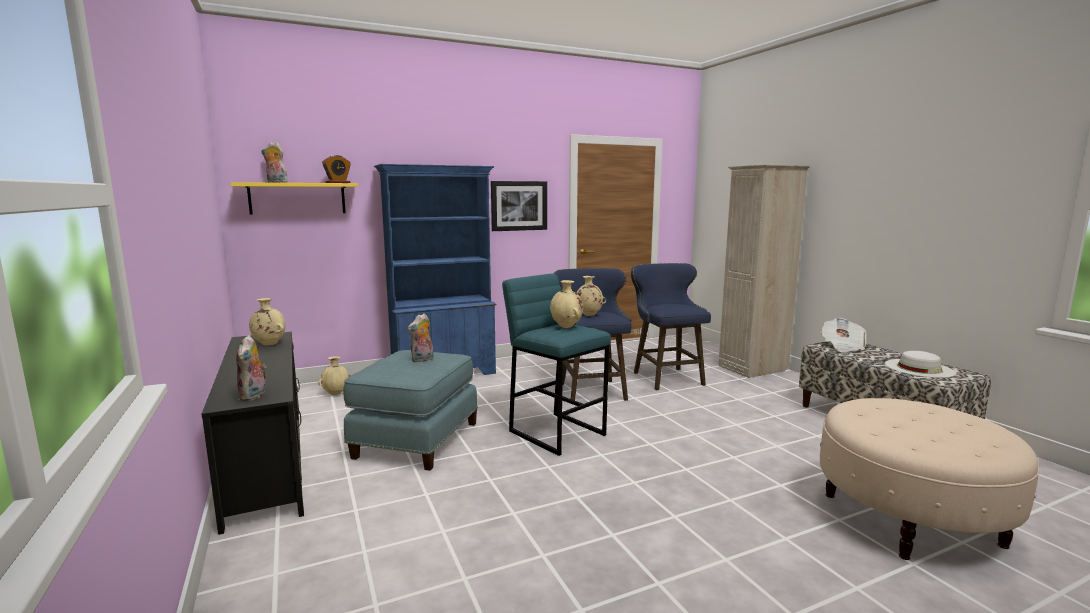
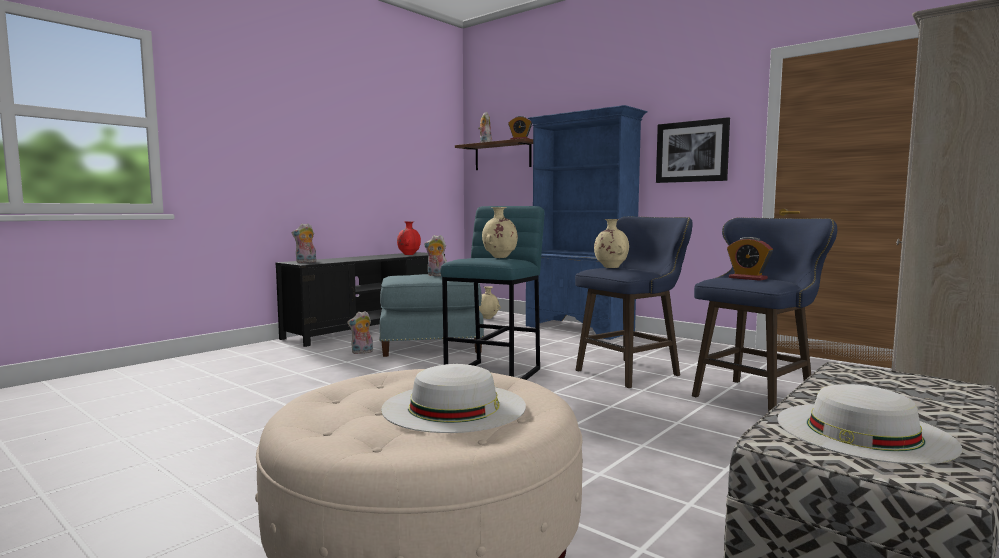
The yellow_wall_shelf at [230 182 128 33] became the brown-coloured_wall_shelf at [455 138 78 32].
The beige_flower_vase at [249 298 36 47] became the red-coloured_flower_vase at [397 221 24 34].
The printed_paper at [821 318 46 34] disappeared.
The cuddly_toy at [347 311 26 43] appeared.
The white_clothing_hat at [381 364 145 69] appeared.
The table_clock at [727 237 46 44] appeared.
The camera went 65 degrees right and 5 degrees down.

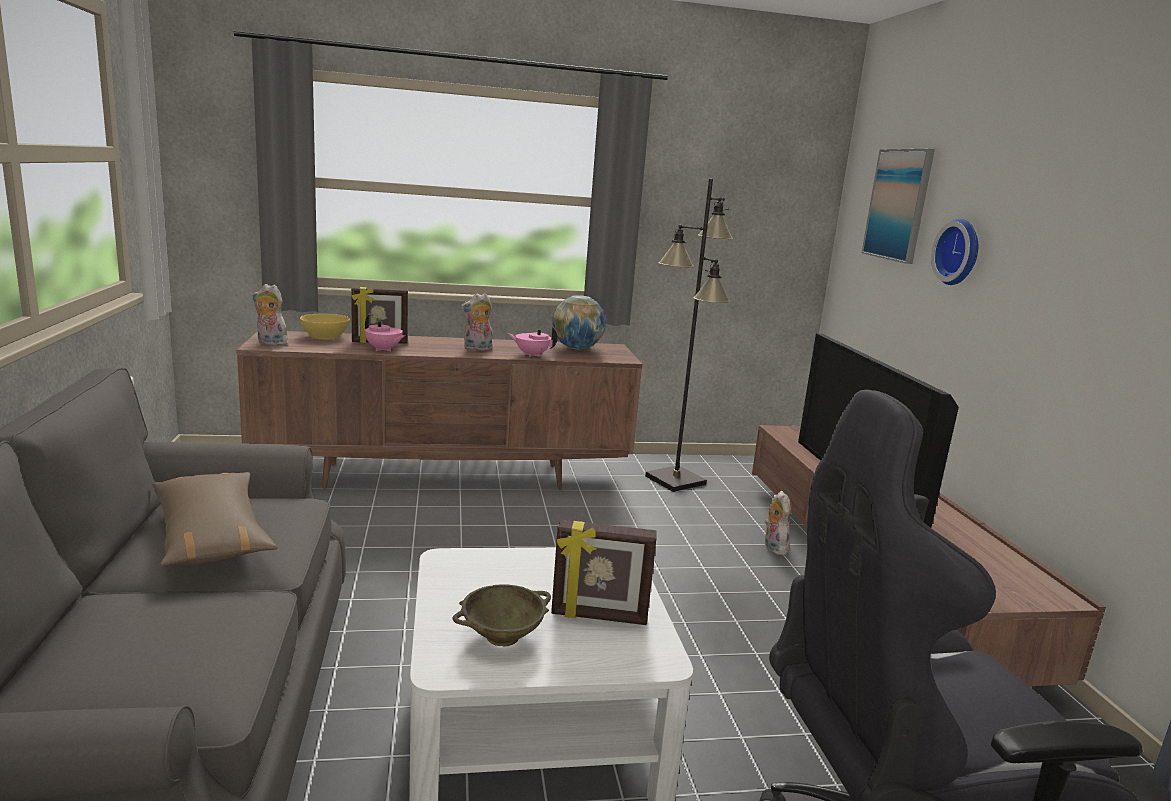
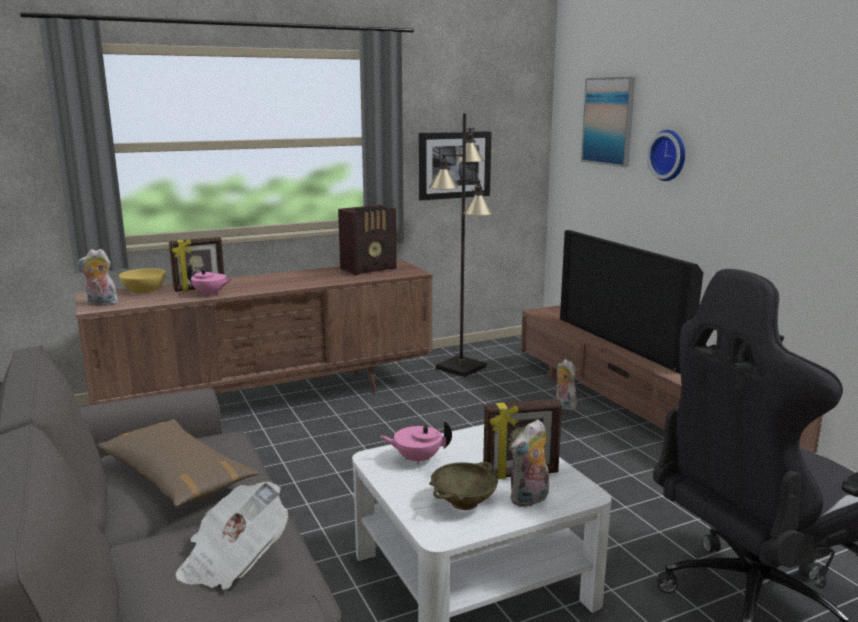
The cuddly_toy moved from [461 293 32 58] to [510 419 39 88].
The pink_tea_pot moved from [507 327 51 30] to [380 421 72 44].
The globe at [552 295 54 54] was replaced by the radio_receiver at [338 205 59 70].
The printed_paper at [176 482 112 108] appeared.
The wall_picture at [419 131 73 70] appeared.
The camera went 15 degrees left and 0 degrees up.

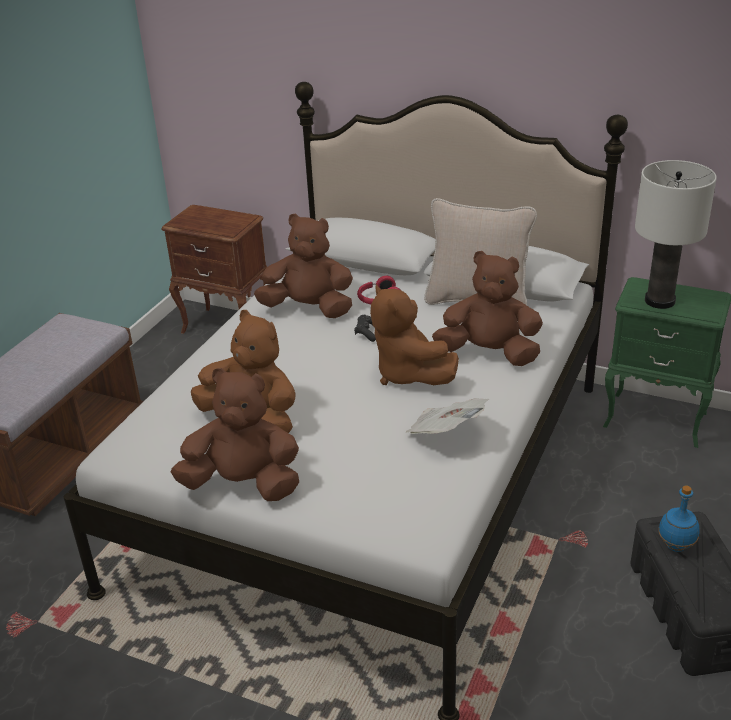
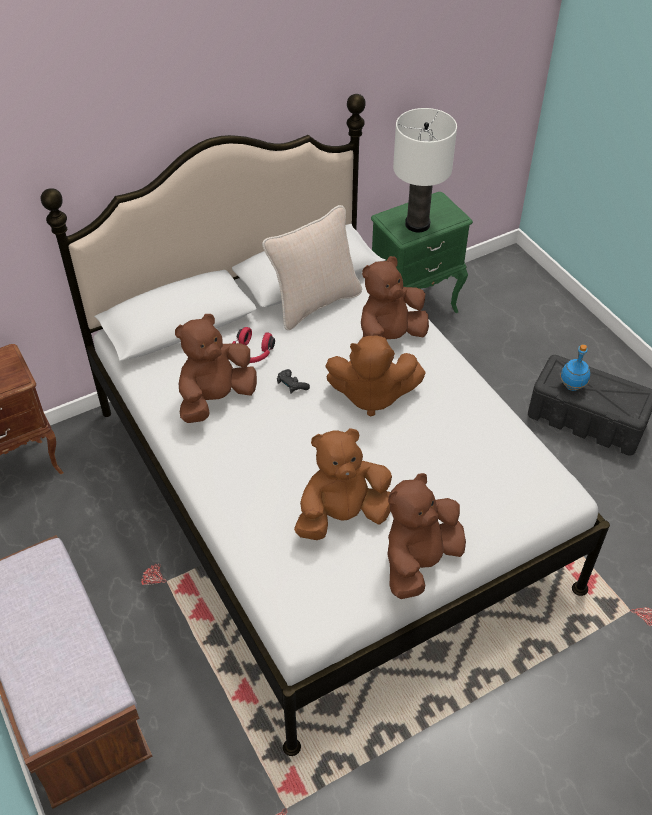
The printed_paper at [405 398 84 36] disappeared.
The camera went 55 degrees left and 15 degrees up.

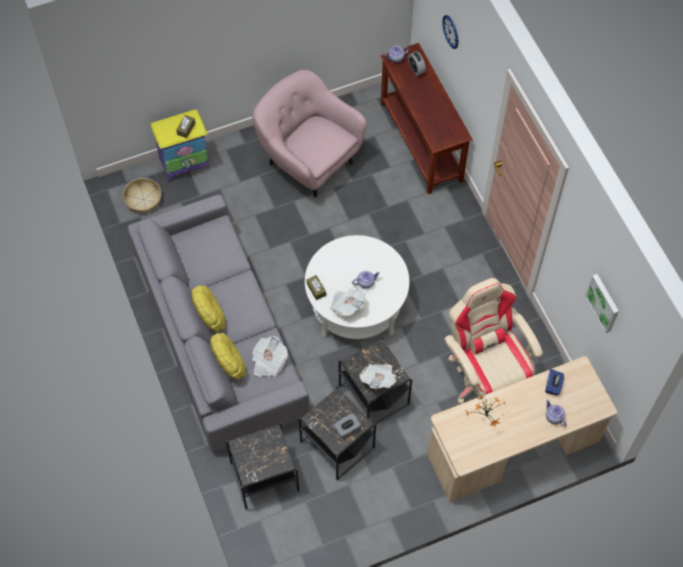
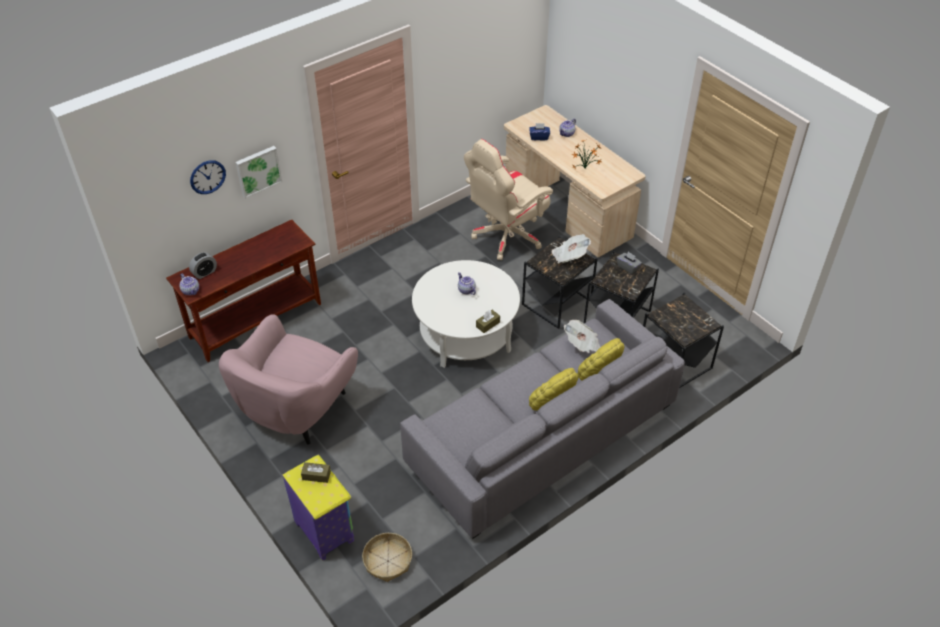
The printed_paper at [330 289 36 27] disappeared.
The wall_picture moved from [585 274 34 59] to [236 146 46 53].
The camera went 105 degrees left and 15 degrees down.

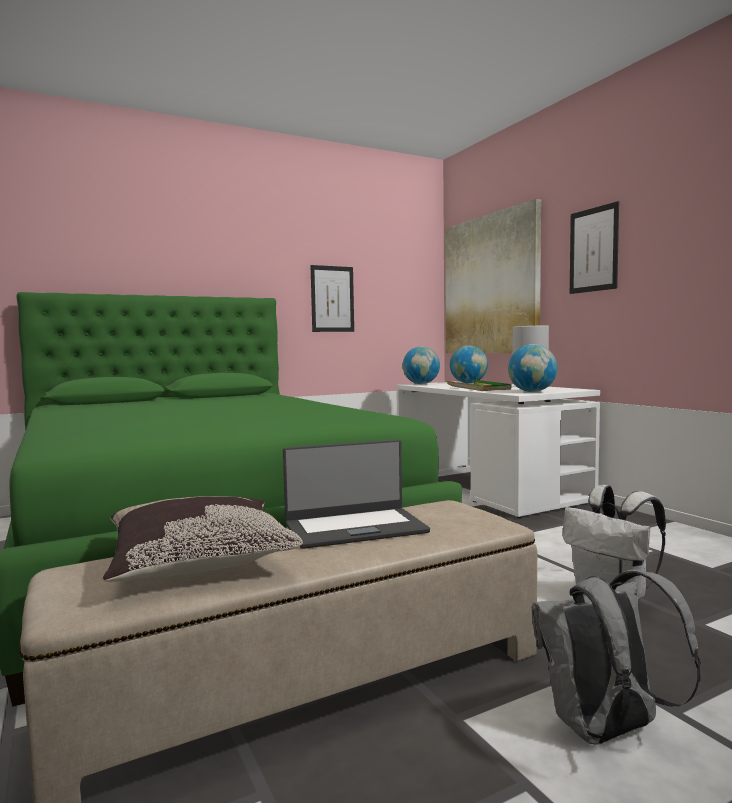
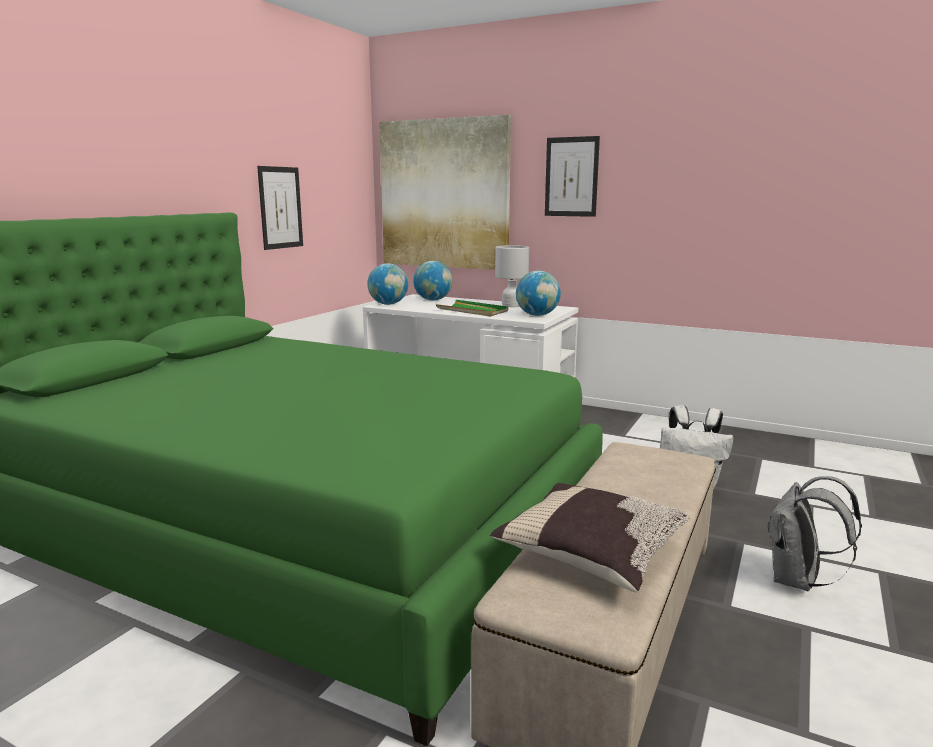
The laptop at [283 439 147 110] disappeared.
The camera went 35 degrees left and 10 degrees up.

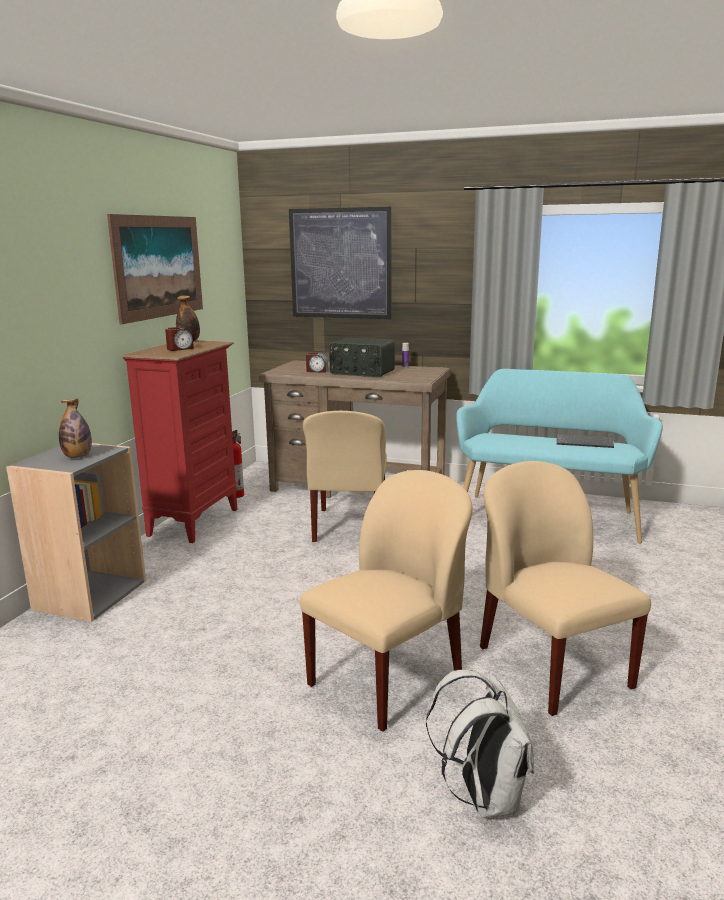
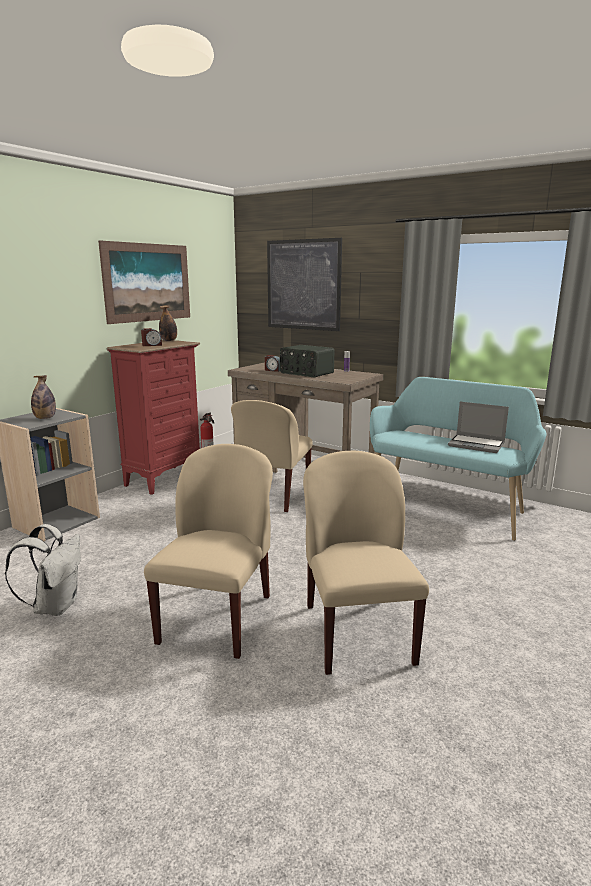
The beige_upright_chair at [300 470 173 261] turned 45 degrees counterclockwise.
The white_rucksack moved from [426 670 108 148] to [5 524 76 92].
The keyboard at [557 434 57 14] was replaced by the laptop at [448 402 61 51].
The camera went 15 degrees right and 0 degrees up.

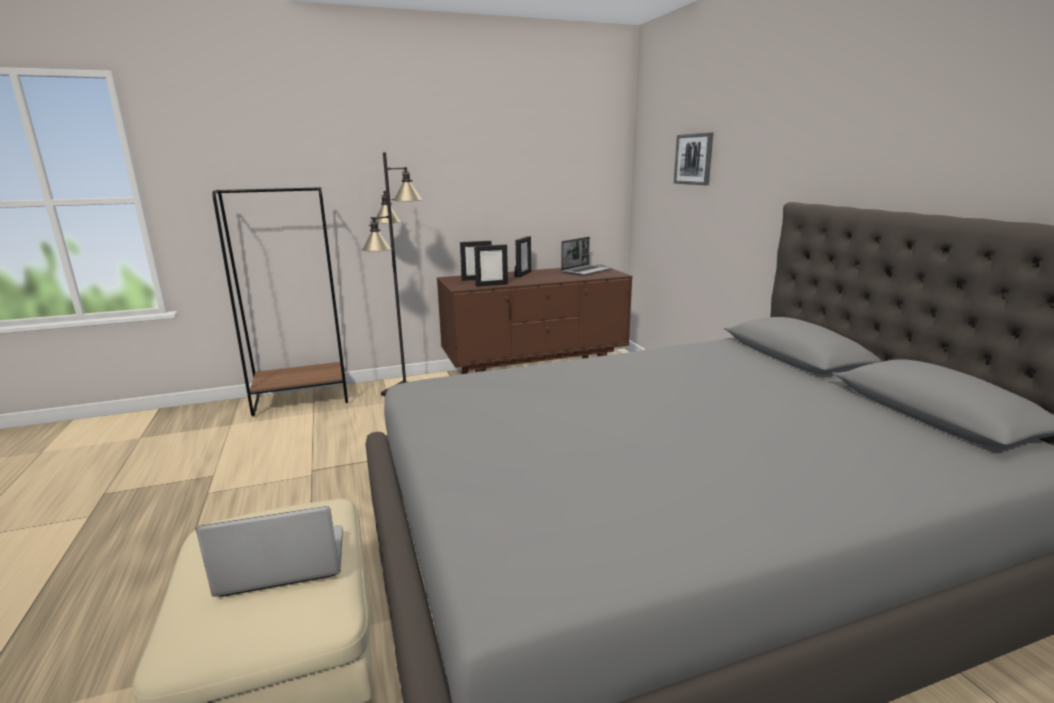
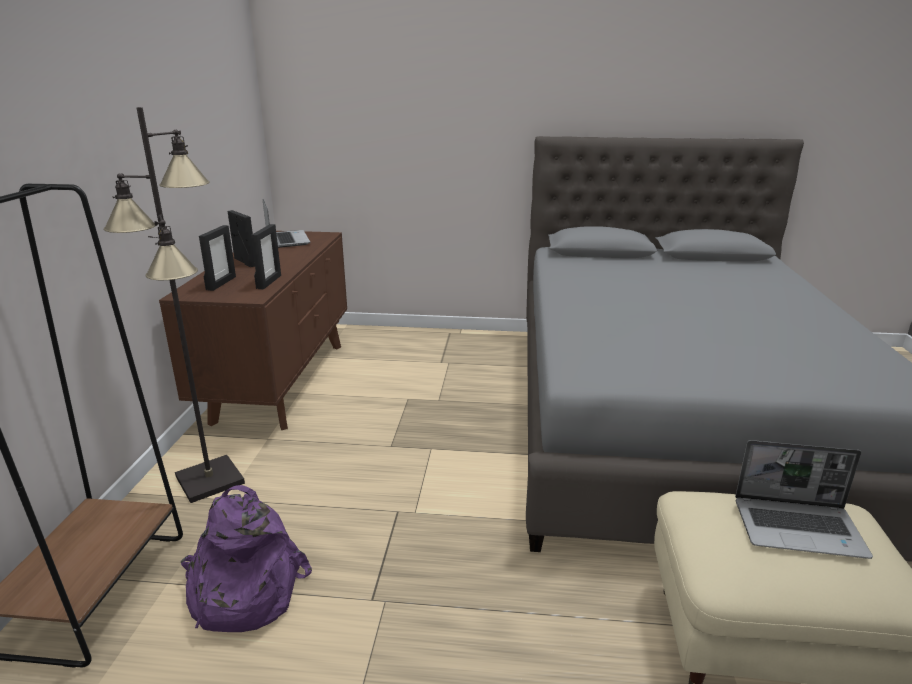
The laptop at [196 506 147 91] turned 90 degrees counterclockwise.
The wall_picture at [674 133 39 52] disappeared.
The purple-coloured_rucksack at [181 485 131 147] appeared.
The camera went 65 degrees left and 5 degrees up.

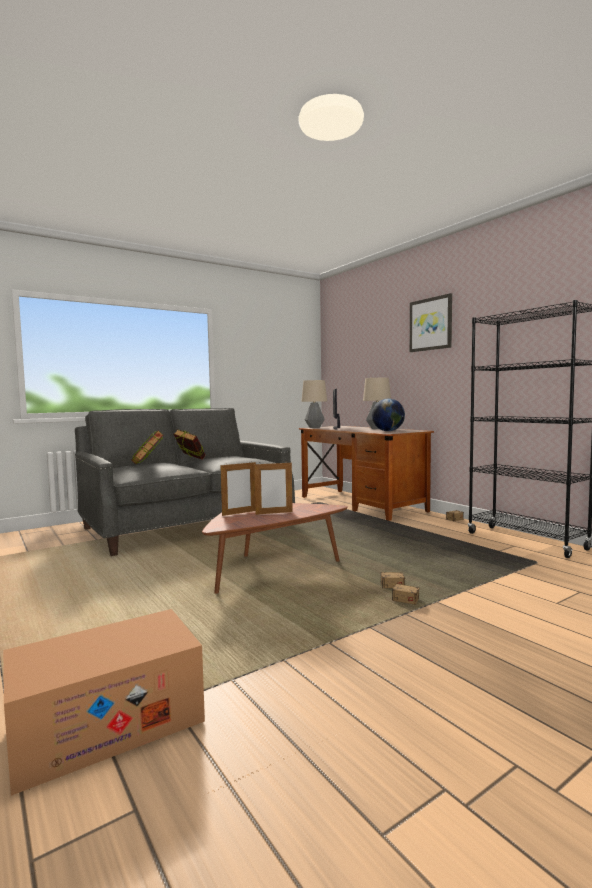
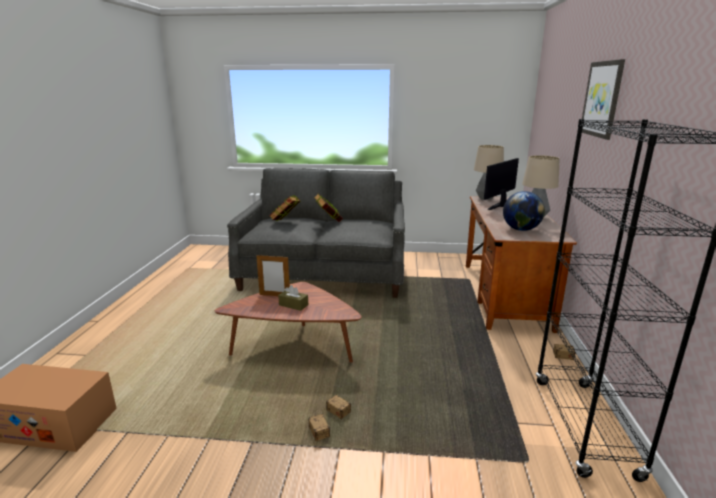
The photo_frame at [254 462 39 53] was replaced by the brown-coloured_tissue_box at [278 285 30 26].
The camera went 40 degrees right and 15 degrees up.

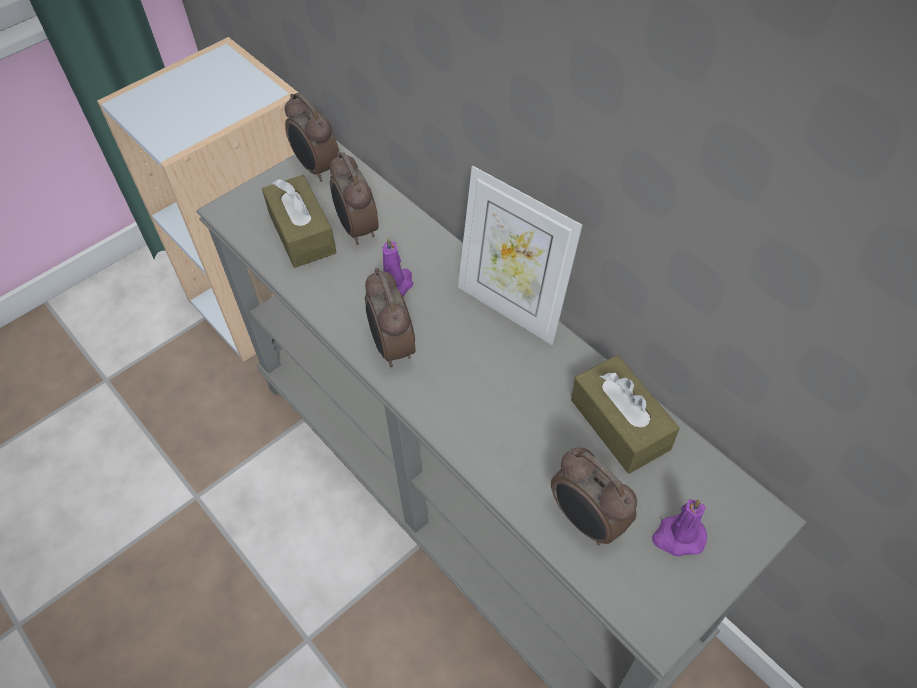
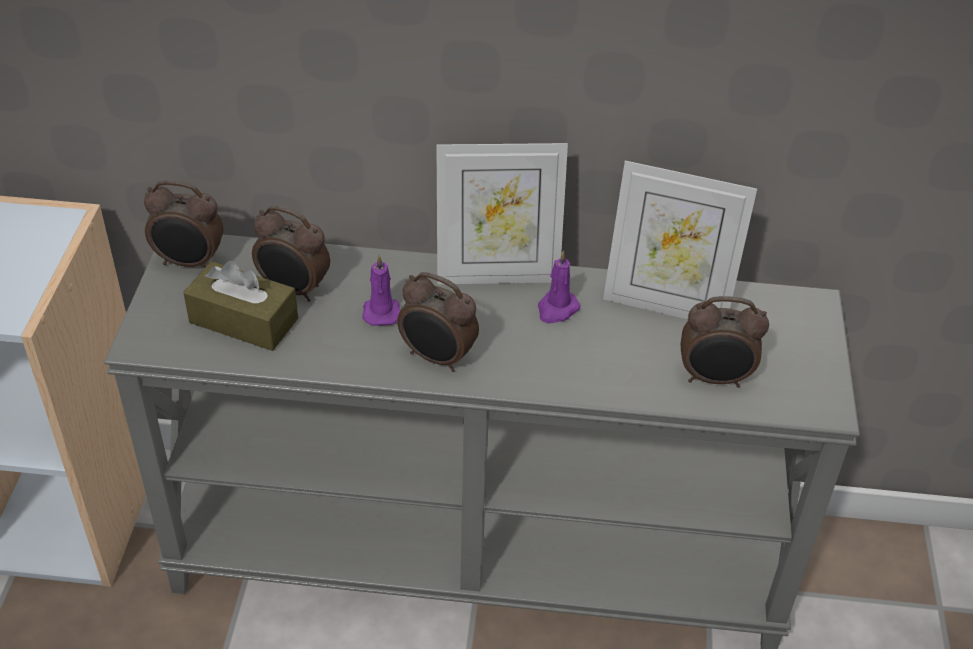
The brown-coloured_tissue_box at [571 355 109 119] was replaced by the photo_frame at [603 161 154 158].
The purple-coloured_wax_candle moved from [652 499 55 57] to [538 250 42 73].
The camera went 45 degrees left and 10 degrees down.

